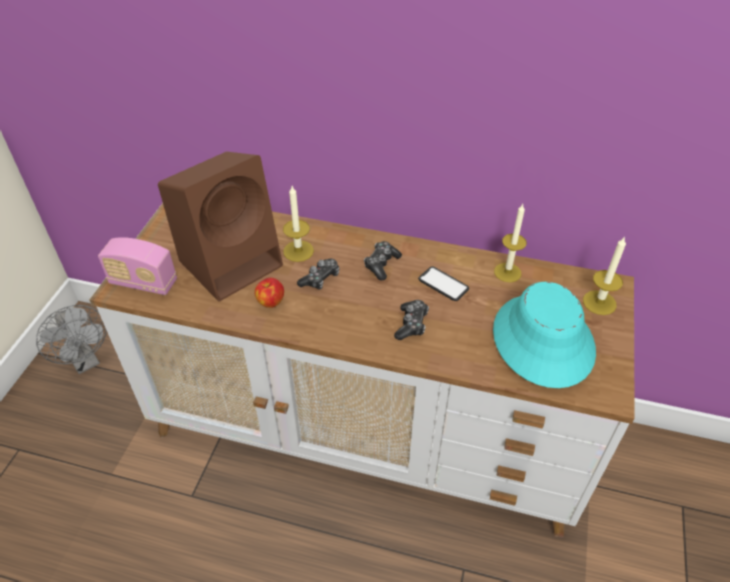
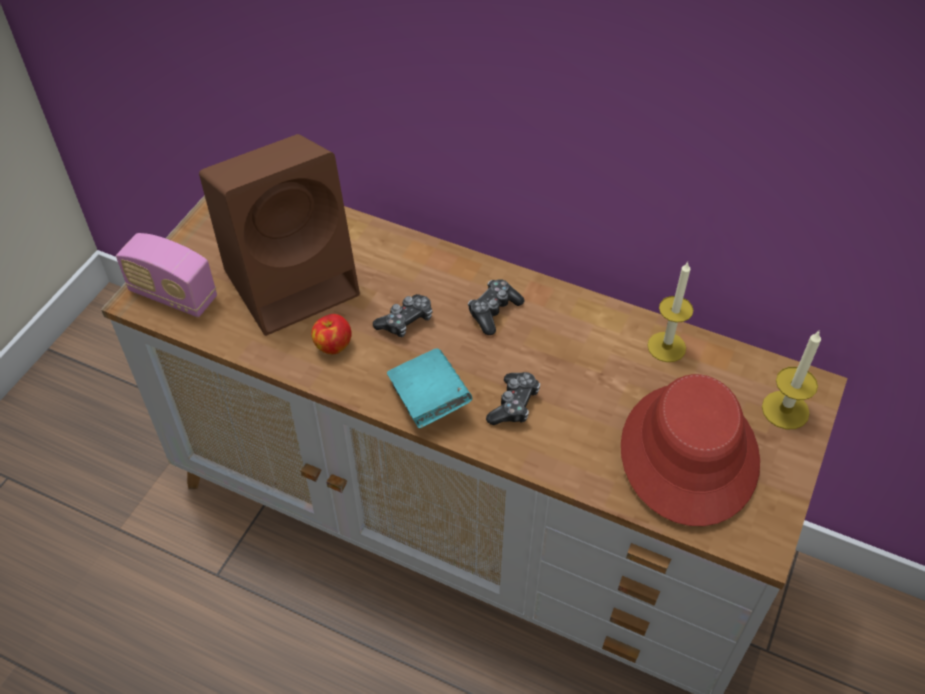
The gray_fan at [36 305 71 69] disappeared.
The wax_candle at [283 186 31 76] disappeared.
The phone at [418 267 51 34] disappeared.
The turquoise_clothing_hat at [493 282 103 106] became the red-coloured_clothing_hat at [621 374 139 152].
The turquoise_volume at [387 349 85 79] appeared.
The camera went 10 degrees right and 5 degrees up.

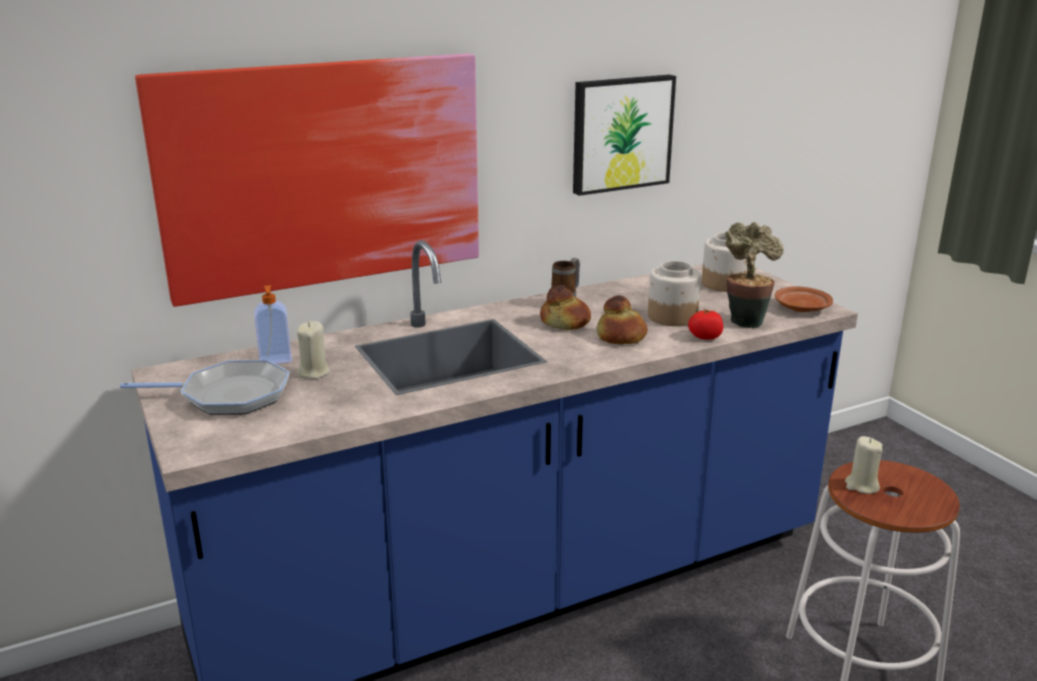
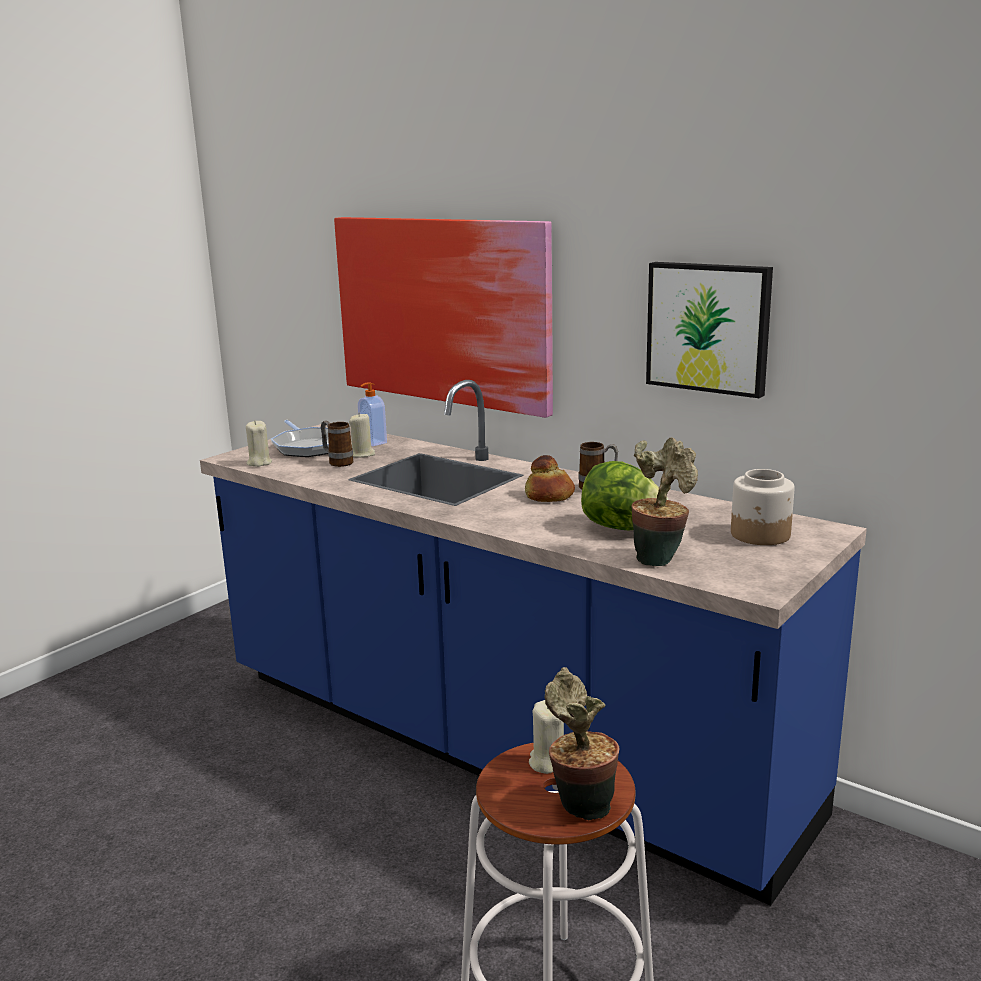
The bread at [597 295 51 49] disappeared.
The preserve_jar at [648 261 53 65] was replaced by the lettuce at [581 461 87 70].
The fresh_tomato at [688 308 35 32] disappeared.
The brown-coloured_dinner_plate at [775 286 58 26] disappeared.
The beige_wax_candle at [246 421 26 46] appeared.
The tea_mug at [321 421 32 46] appeared.
The potted_plant at [545 667 74 154] appeared.
The camera went 65 degrees right and 5 degrees down.

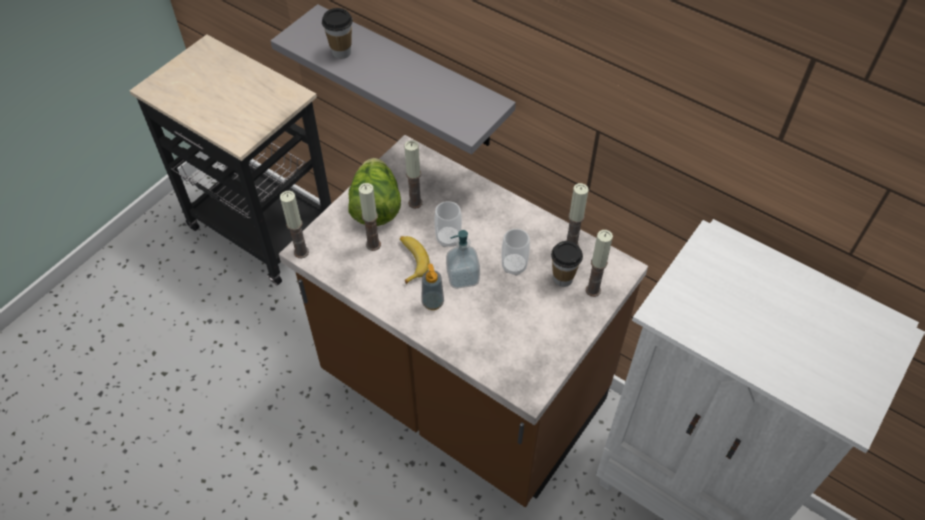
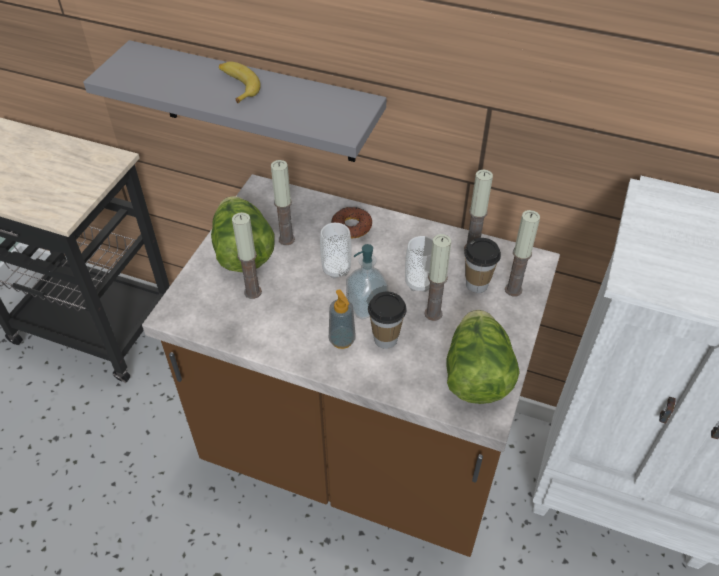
The wax_candle moved from [280 191 29 67] to [424 234 27 87].
The small_cup moved from [322 8 31 51] to [368 291 39 58].
The banana_fruit moved from [400 236 30 48] to [219 61 42 42].
The doughnut at [331 207 41 32] appeared.
The lettuce at [446 310 74 94] appeared.
The camera went 15 degrees left and 5 degrees down.

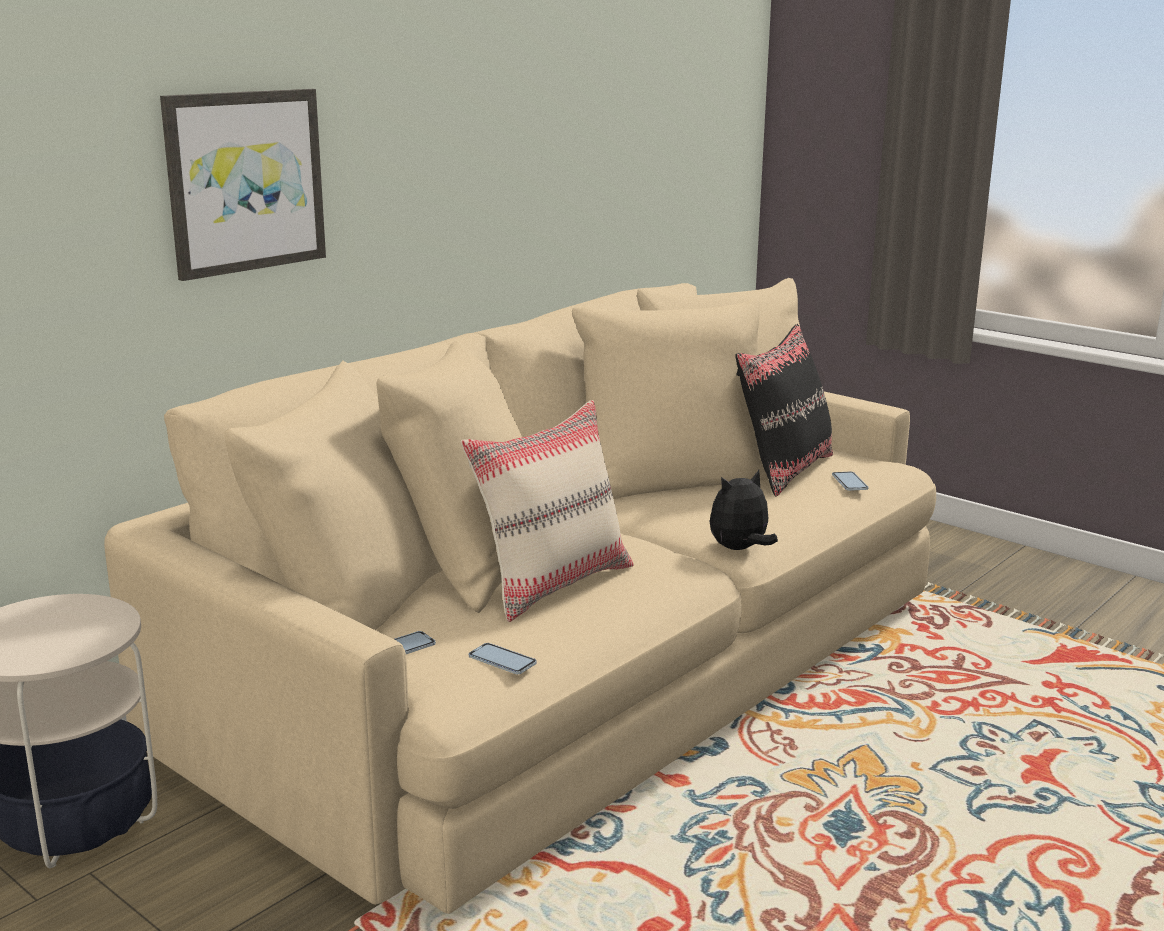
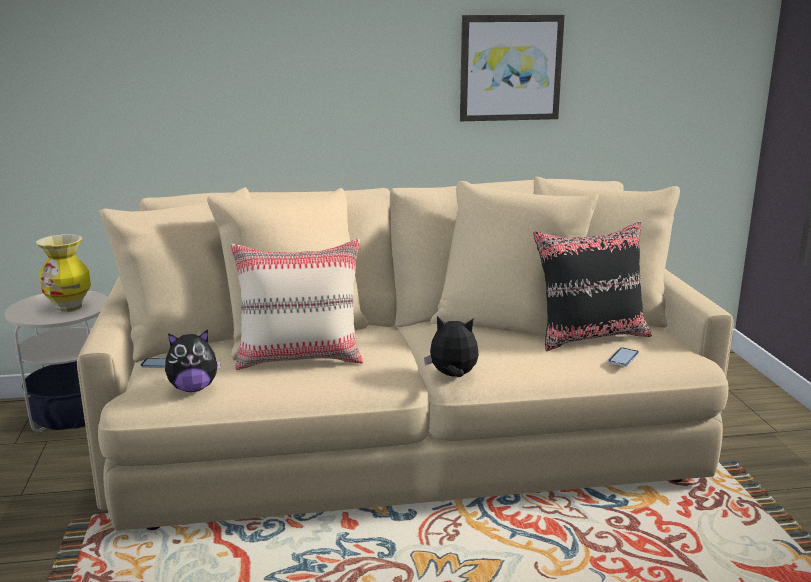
The wall_picture moved from [160 89 166 192] to [460 15 105 106].
The phone at [469 643 68 31] was replaced by the cuddly_toy at [165 329 56 63].
The flower_vase at [36 234 55 78] appeared.
The camera went 40 degrees right and 0 degrees up.

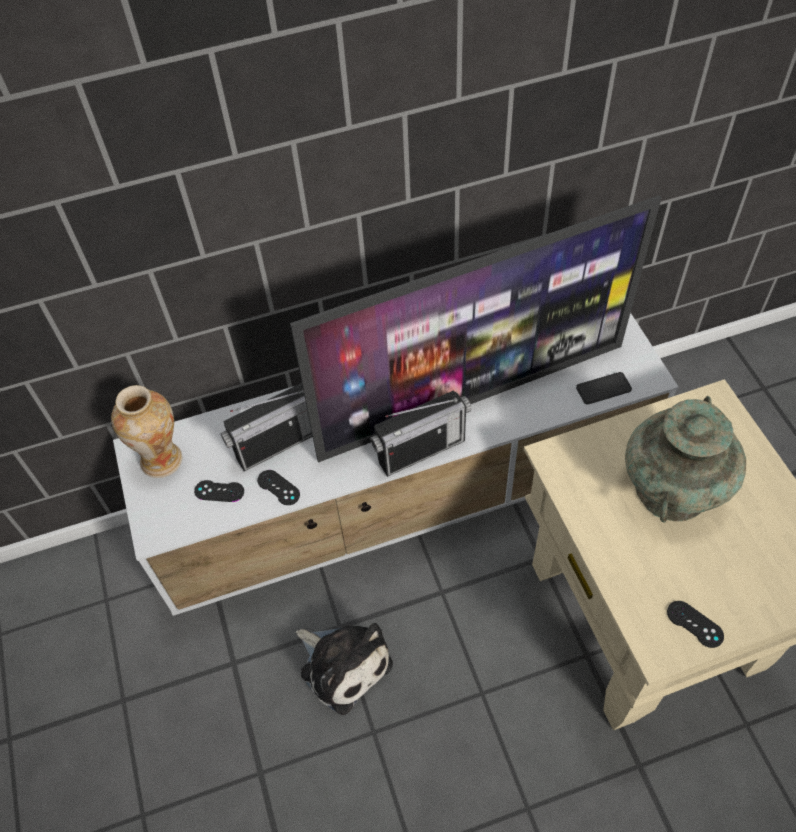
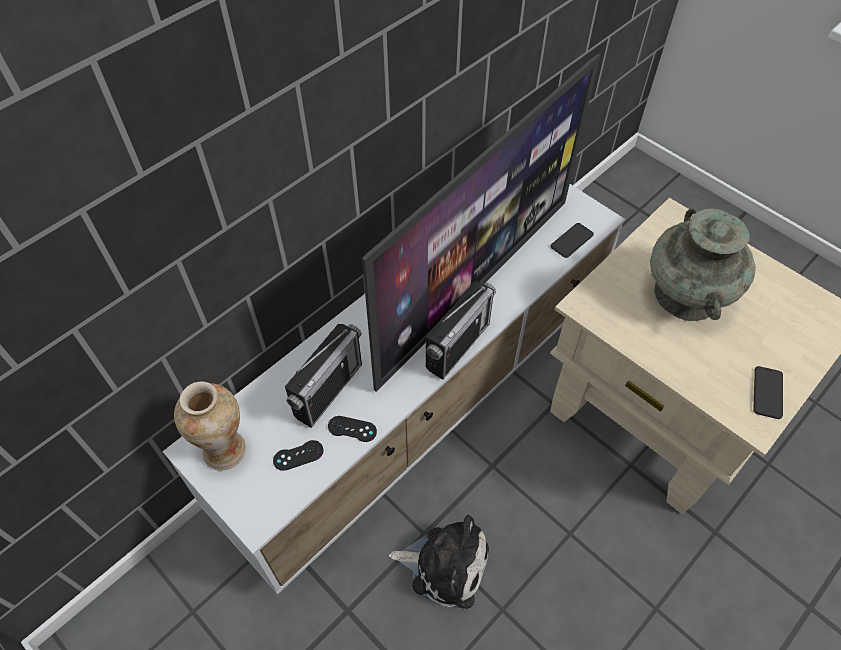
The black-coloured_game_controller at [667 601 57 47] was replaced by the phone at [753 366 30 53].
The camera went 30 degrees left and 0 degrees up.

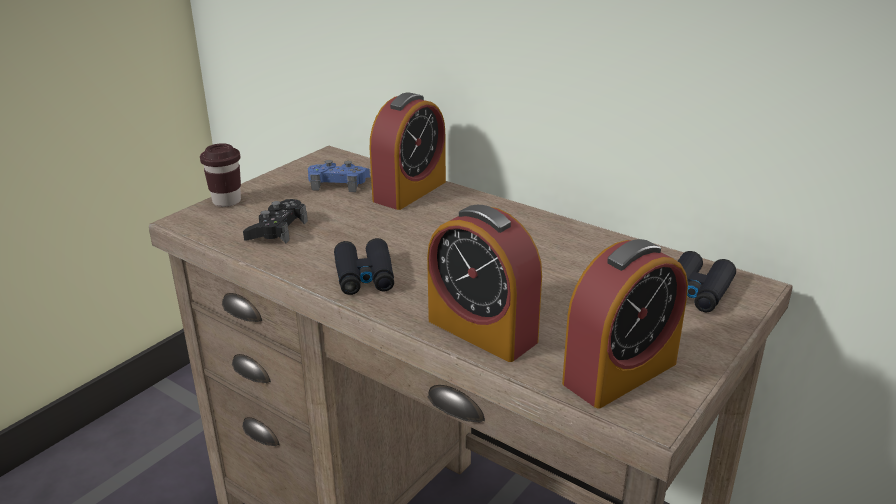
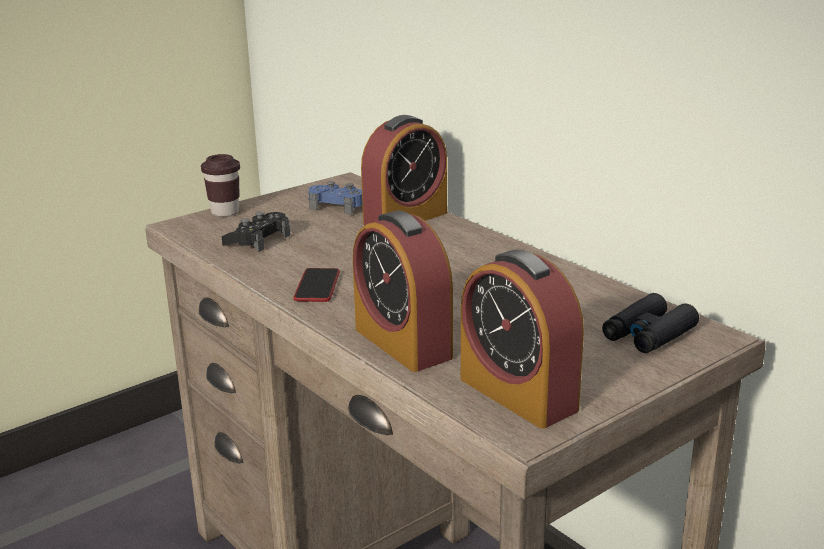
The black-coloured_pair_of_binoculars at [334 238 60 57] was replaced by the phone at [294 268 46 34].
The table_clock at [562 239 126 170] turned 75 degrees clockwise.
The camera went 15 degrees right and 5 degrees down.

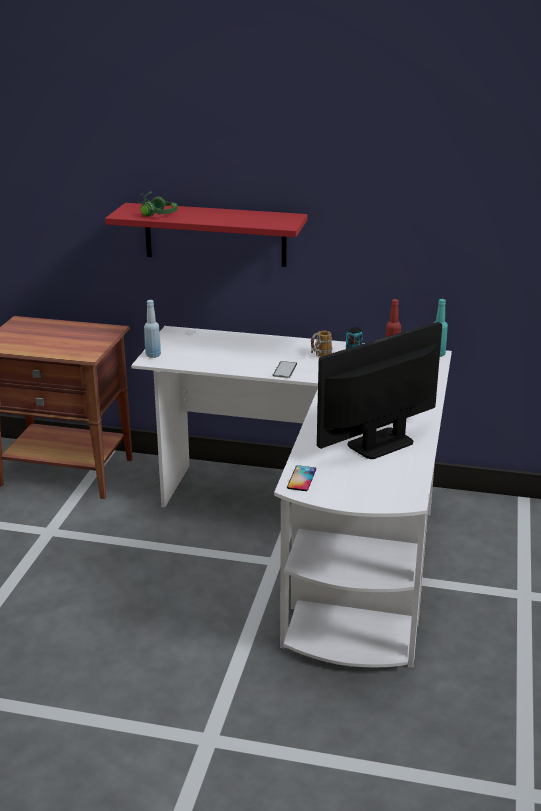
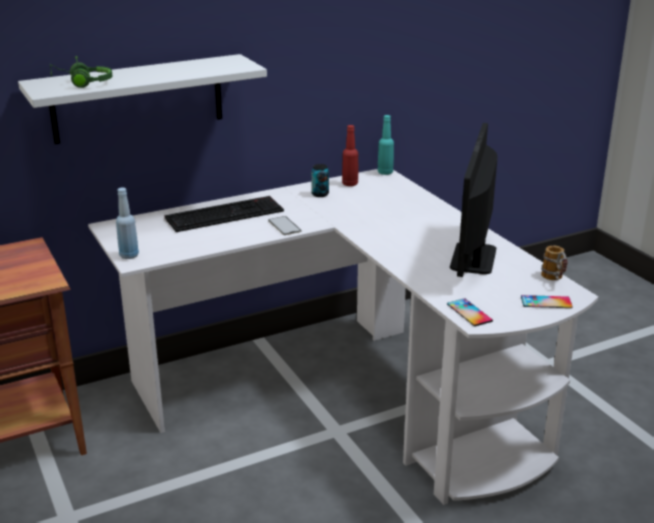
The red-coloured_wall_shelf at [105 203 203 64] became the white_wall_shelf at [18 54 249 90].
The tea_mug moved from [311 331 22 26] to [541 245 27 35].
The keyboard at [164 196 120 36] appeared.
The phone at [521 295 52 13] appeared.
The camera went 40 degrees left and 0 degrees up.

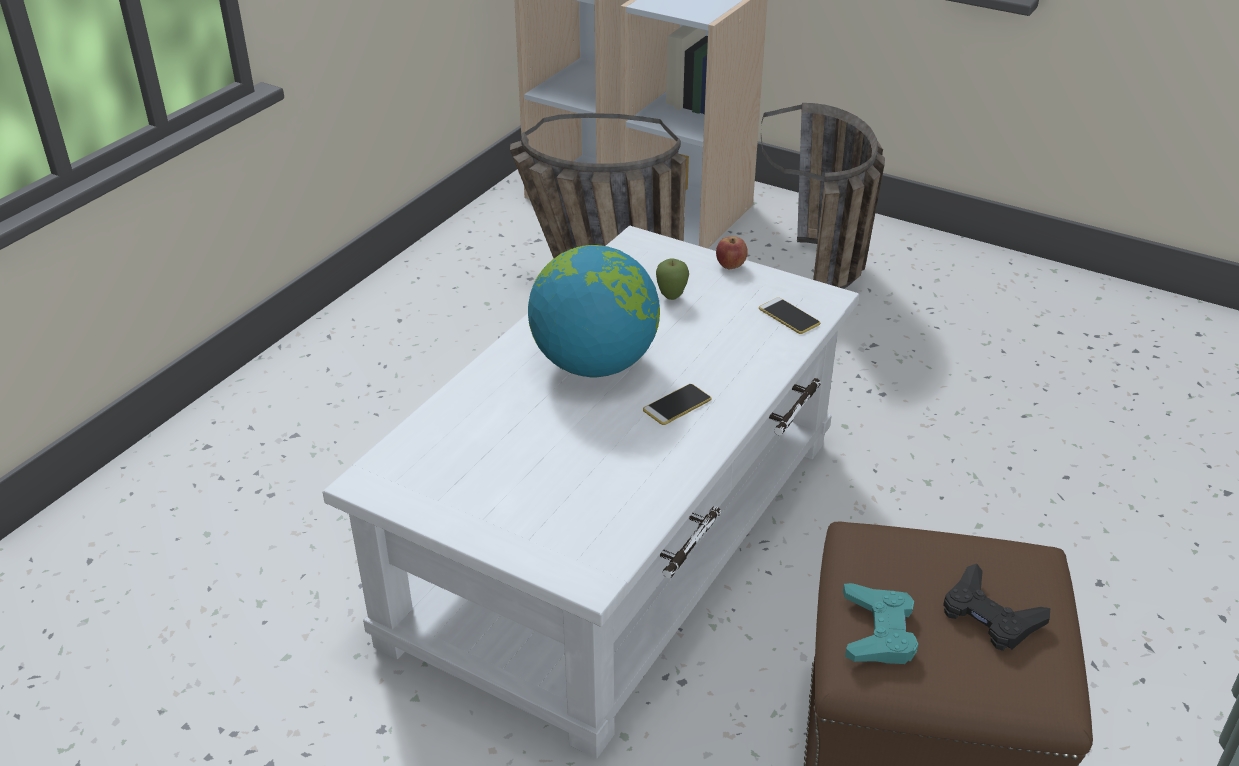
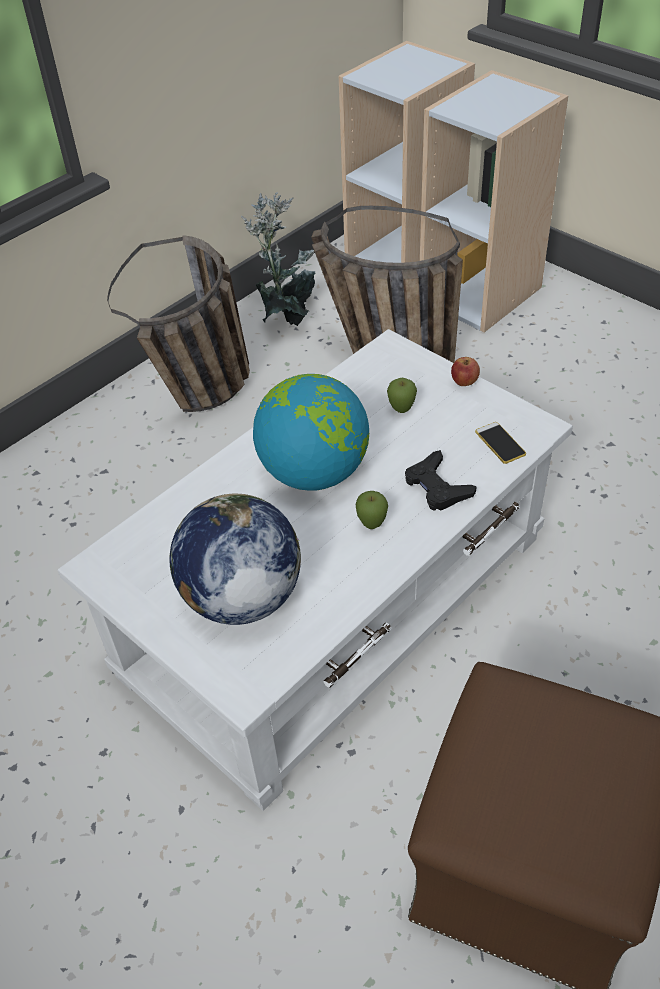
The phone at [643 384 68 41] was replaced by the apple at [356 491 32 38].
The storage_basket moved from [761 103 124 186] to [107 235 143 177].
The turquoise_game_controller at [843 583 75 81] disappeared.
The black-coloured_game_controller moved from [943 563 107 88] to [405 450 72 61].
The globe at [170 493 131 132] appeared.
The potted_plant at [241 192 74 134] appeared.
The camera went 15 degrees right and 10 degrees up.

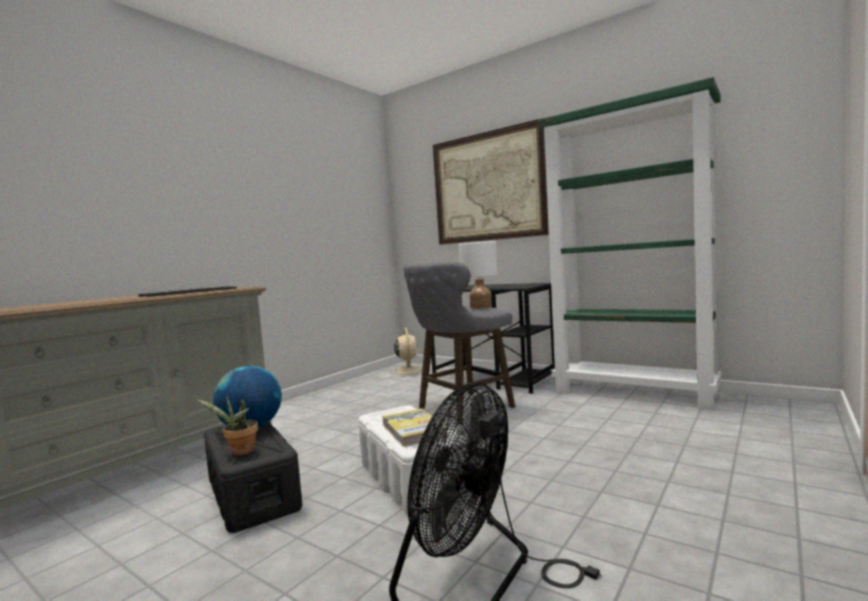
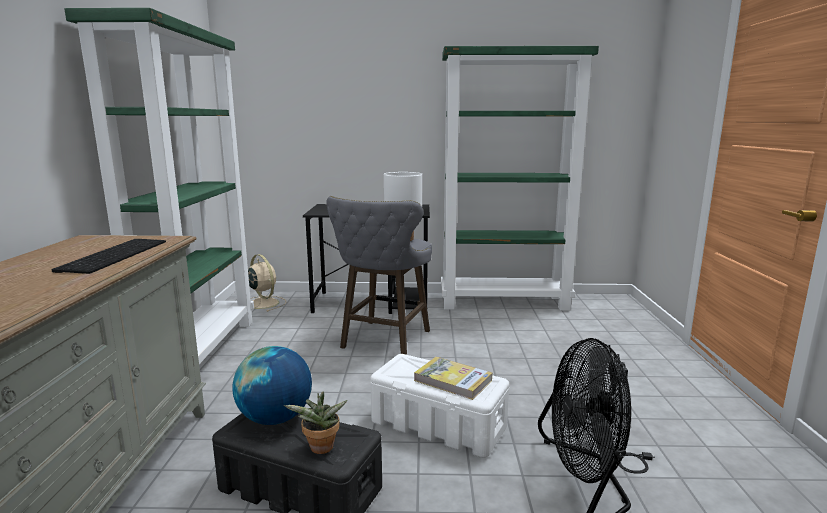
The wall_picture at [433 118 116 127] disappeared.
The greenish_bookshelf at [64 8 190 356] appeared.
The camera went 35 degrees left and 10 degrees up.

